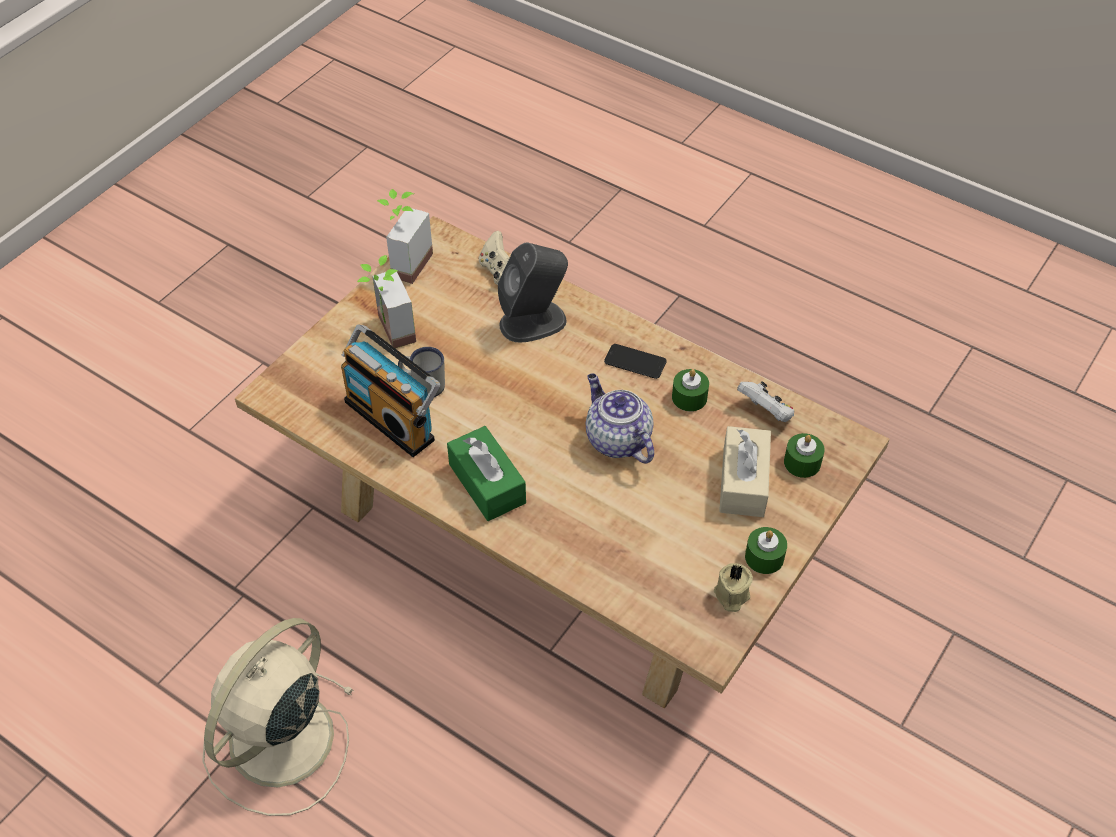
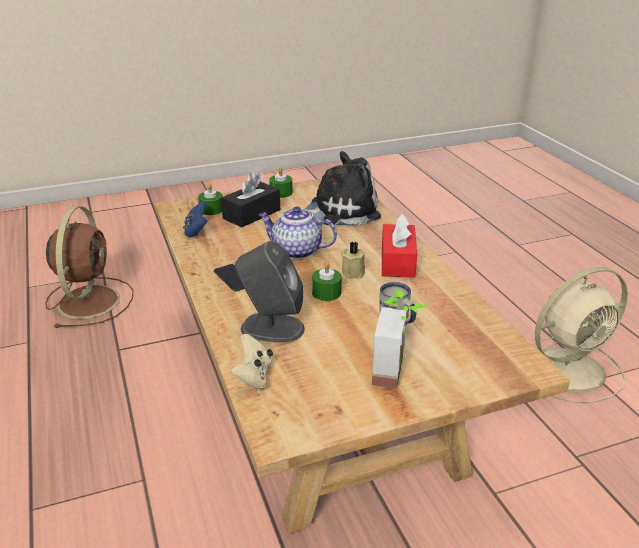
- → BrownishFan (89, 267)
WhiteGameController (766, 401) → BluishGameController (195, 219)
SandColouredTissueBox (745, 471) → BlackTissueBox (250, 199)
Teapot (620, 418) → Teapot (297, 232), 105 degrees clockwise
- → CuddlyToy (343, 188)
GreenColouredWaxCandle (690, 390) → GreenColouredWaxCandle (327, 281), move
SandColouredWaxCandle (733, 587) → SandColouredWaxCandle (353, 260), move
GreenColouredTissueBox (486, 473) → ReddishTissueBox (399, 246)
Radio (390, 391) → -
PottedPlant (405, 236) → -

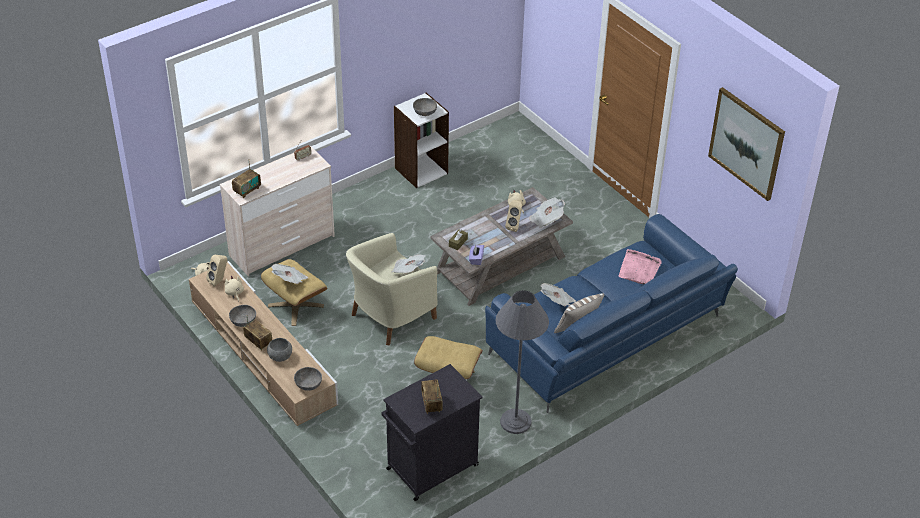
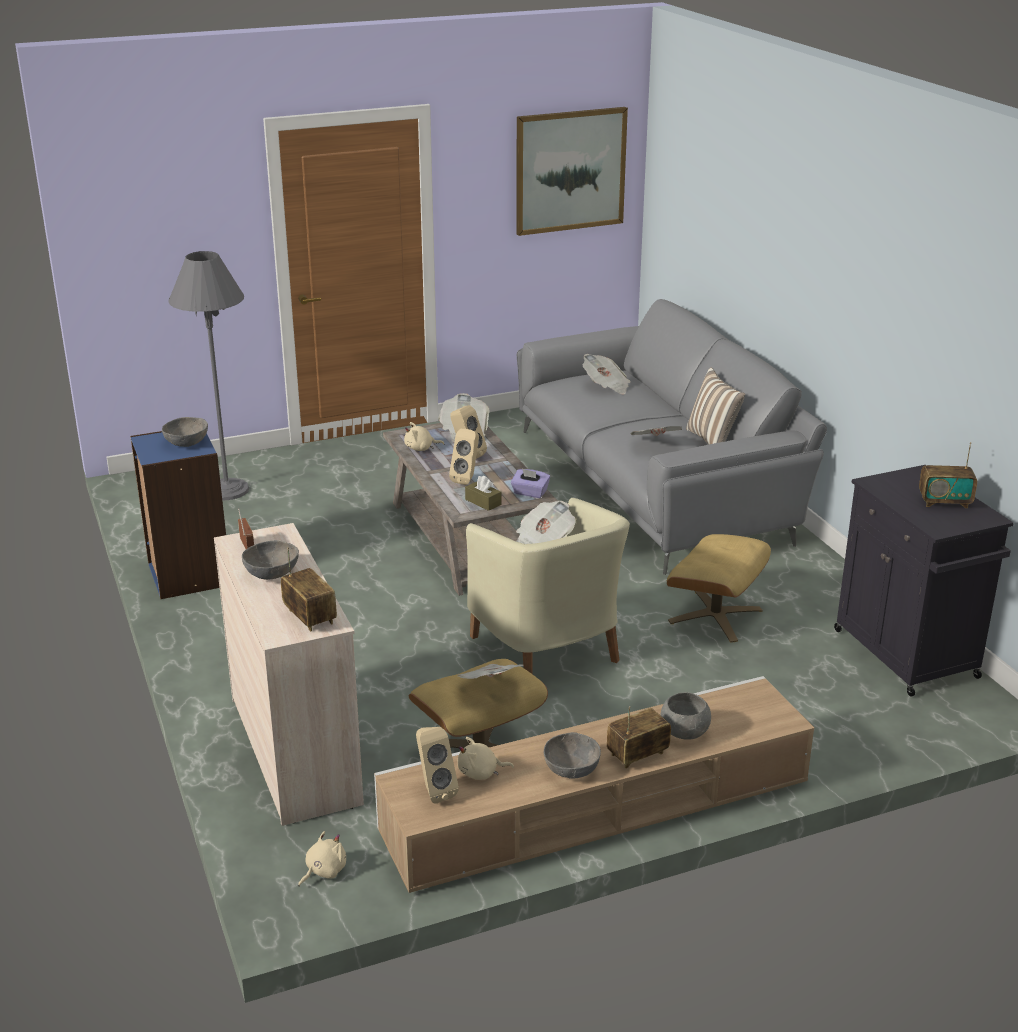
WhiteShelvingUnit (421, 140) → BluishShelvingUnit (178, 515)
GrayStandardLamp (522, 362) → GrayStandardLamp (208, 375), move
GrayBowl (308, 379) → GrayBowl (270, 560), move
- → SandColouredLoudspeaker (464, 457)
BluishCouch (611, 313) → GrayCouch (672, 437)
PinkCarryingTray (640, 267) → PrintedPaper (606, 374)

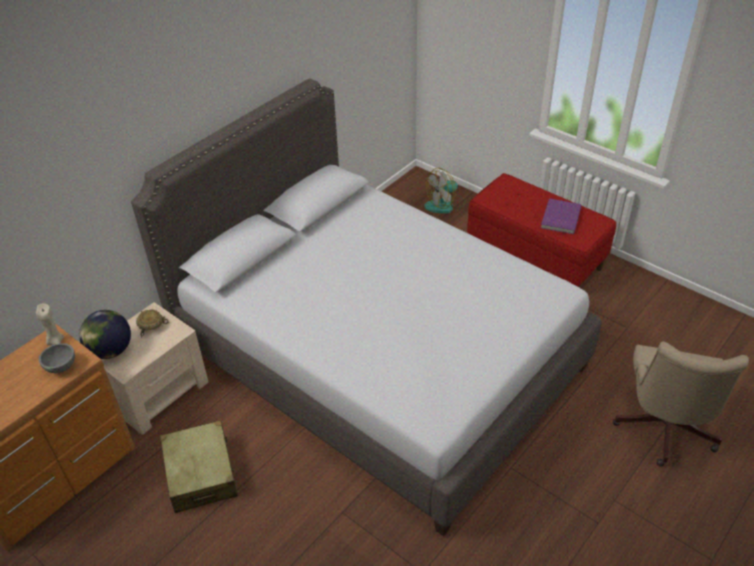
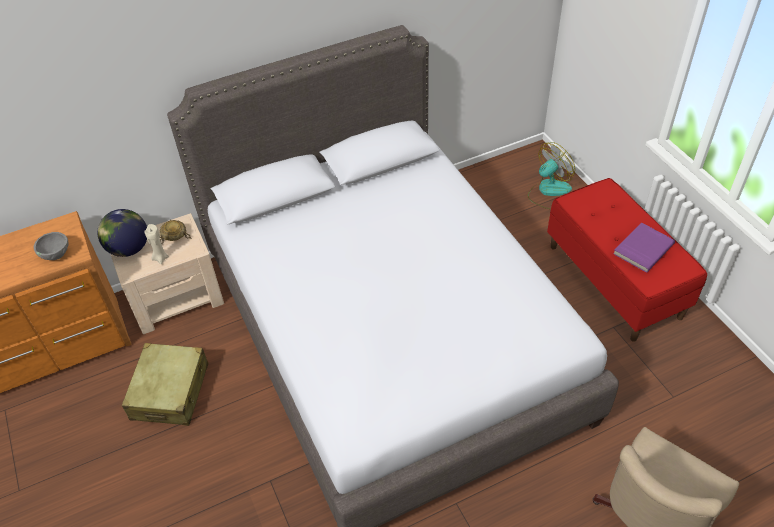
SandColouredWaxCandle (50, 324) → SandColouredWaxCandle (156, 244), move
Fan (444, 191) → Fan (551, 175), 150 degrees clockwise

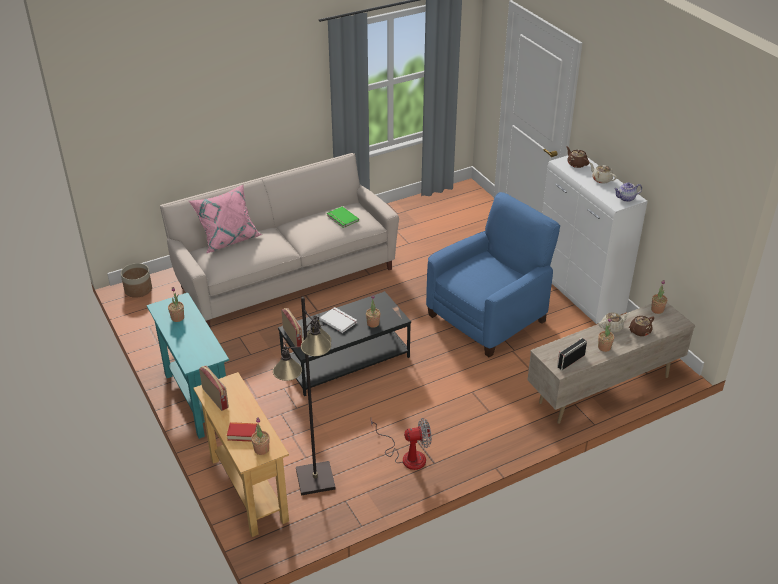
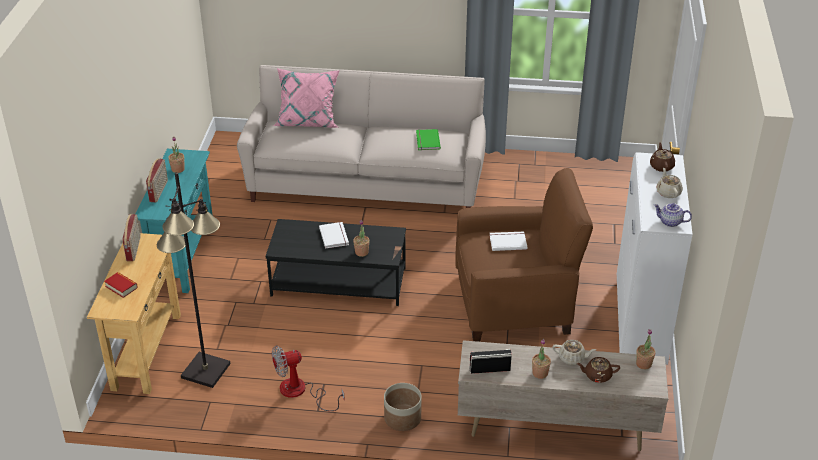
Radio (292, 327) → Radio (157, 180), move
Fan (401, 444) → Fan (308, 378), 135 degrees clockwise
PlantPot (136, 280) → PlantPot (403, 407), move
BluishLoungeChair (493, 275) → BrownishLoungeChair (524, 255)
- → WhiteBoundBook (508, 241)
PottedPlant (260, 436) → -

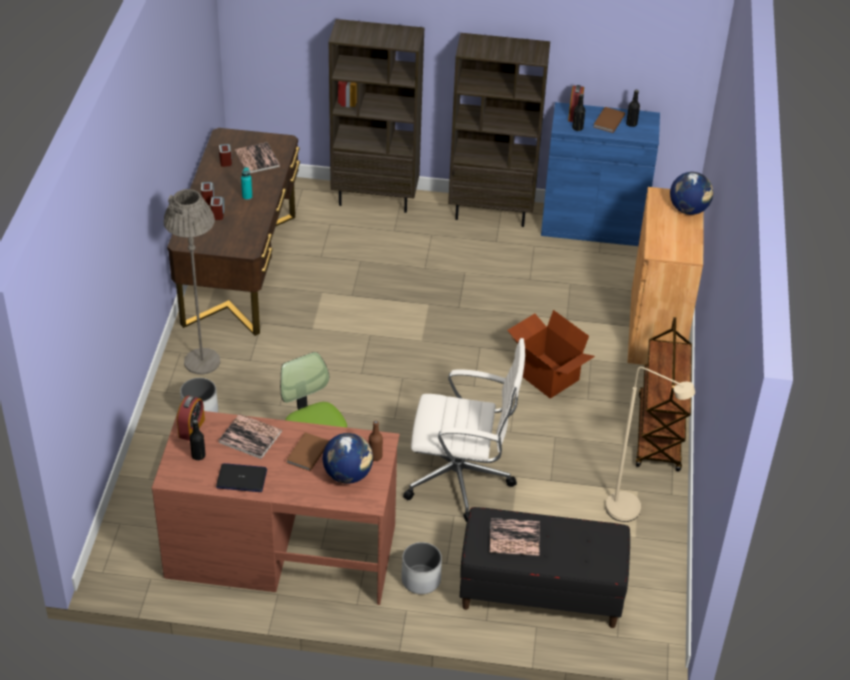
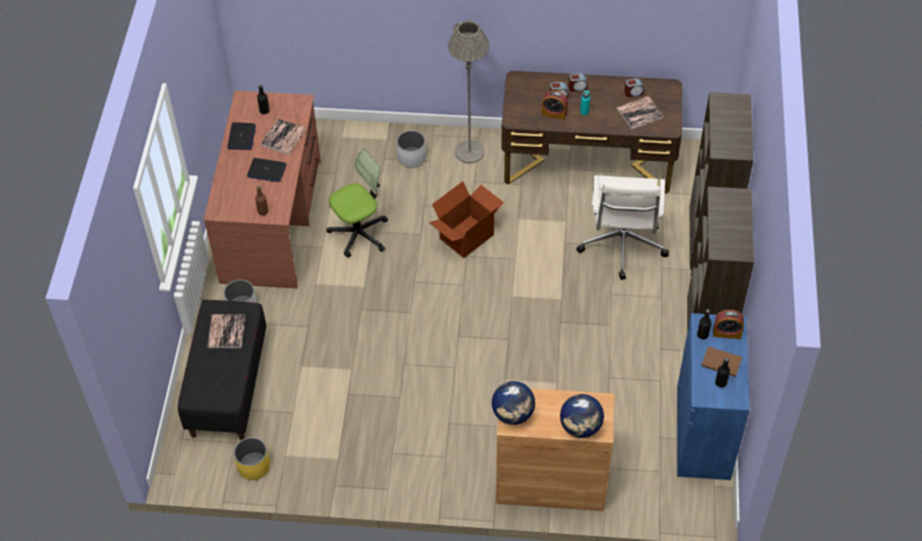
- → YellowColouredPlantPot (252, 458)
BrownishBoundBook (307, 451) → PortableComputer (266, 170)
CardboardBox (551, 354) → CardboardBox (466, 219), move
Globe (348, 458) → Globe (513, 403), move
AlarmClock (191, 418) → AlarmClock (555, 105), move
WhiteComputerChair (464, 430) → WhiteComputerChair (622, 227), move
SandColouredStandardLamp (650, 444) → -
BrownishWheeledCart (663, 394) → -

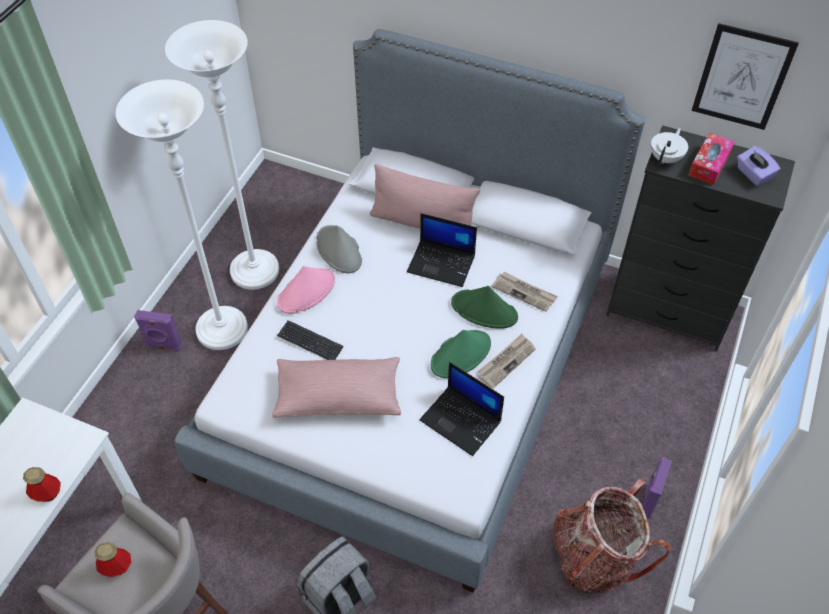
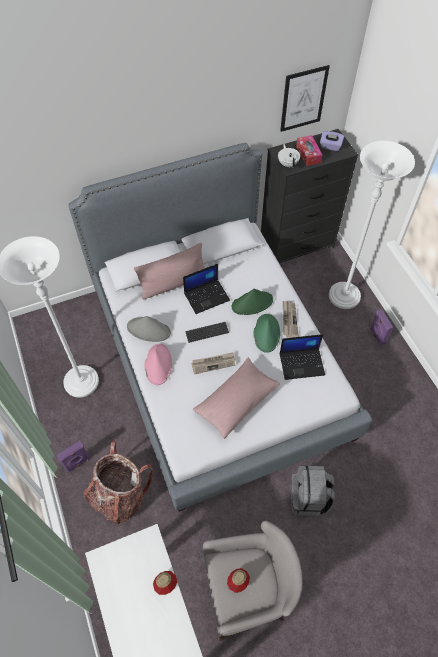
Backpack (612, 536) → Backpack (118, 482), move
Keyboard (310, 340) → Keyboard (207, 332), move
PrintedPaper (524, 292) → PrintedPaper (213, 363), move
WhiteStandardLamp (181, 214) → WhiteStandardLamp (372, 225), move

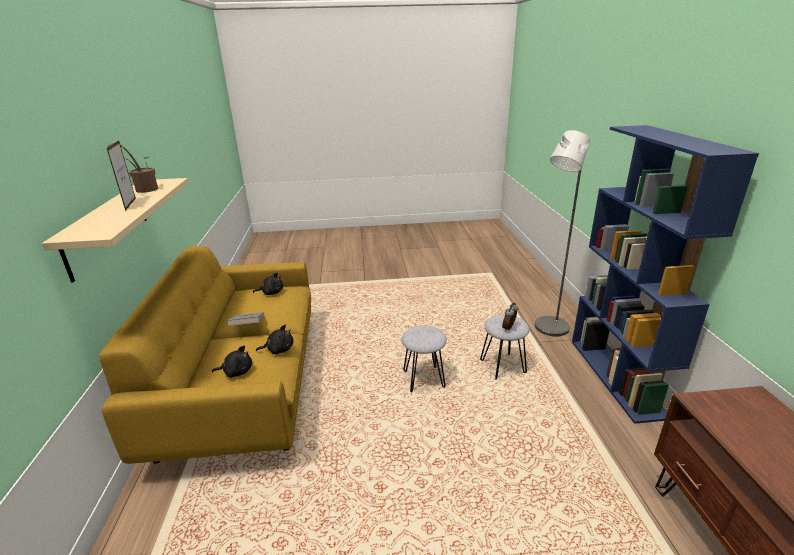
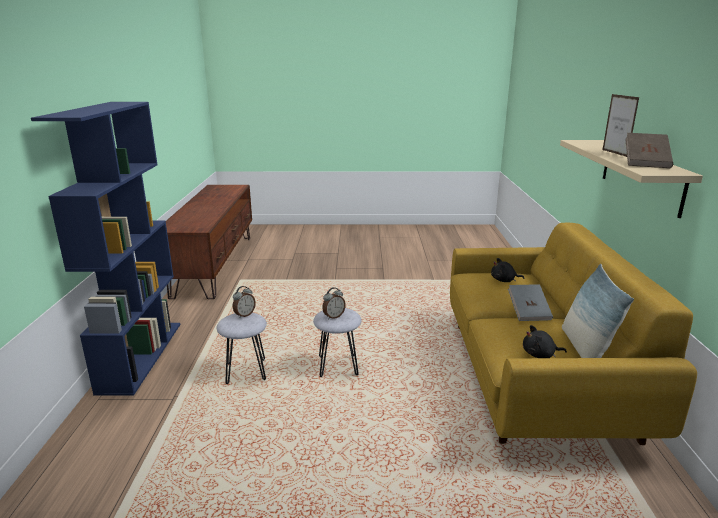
- → AlarmClock (334, 303)
- → Cushion (598, 311)
PottedPlant (133, 168) → BrownishBoundBook (649, 150)
BlackCuddlyToy (275, 339) → -
GrayStandardLamp (562, 233) → -

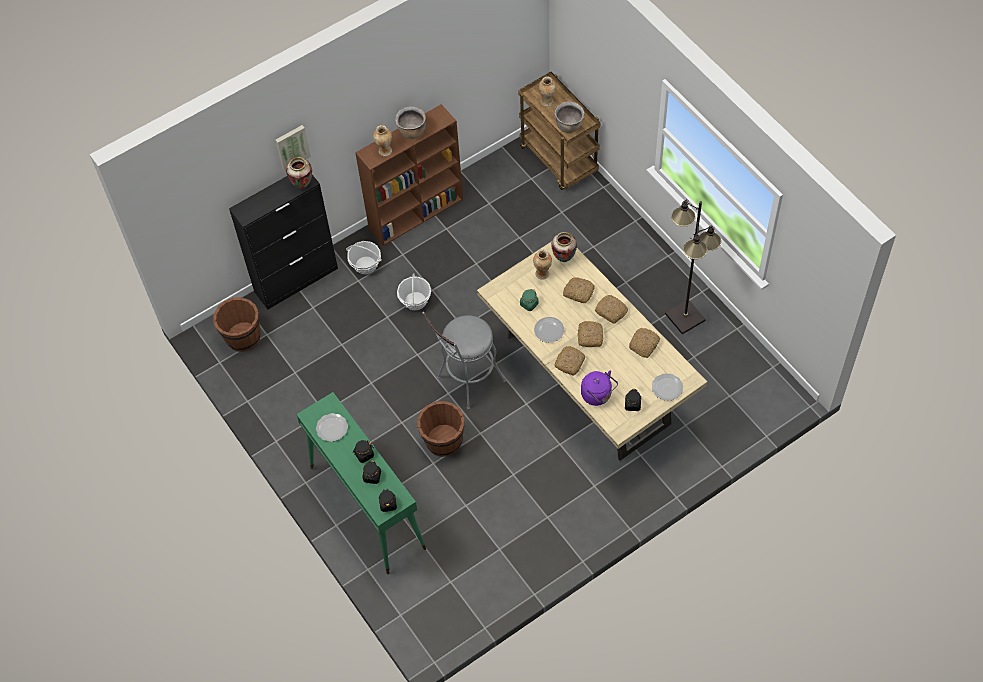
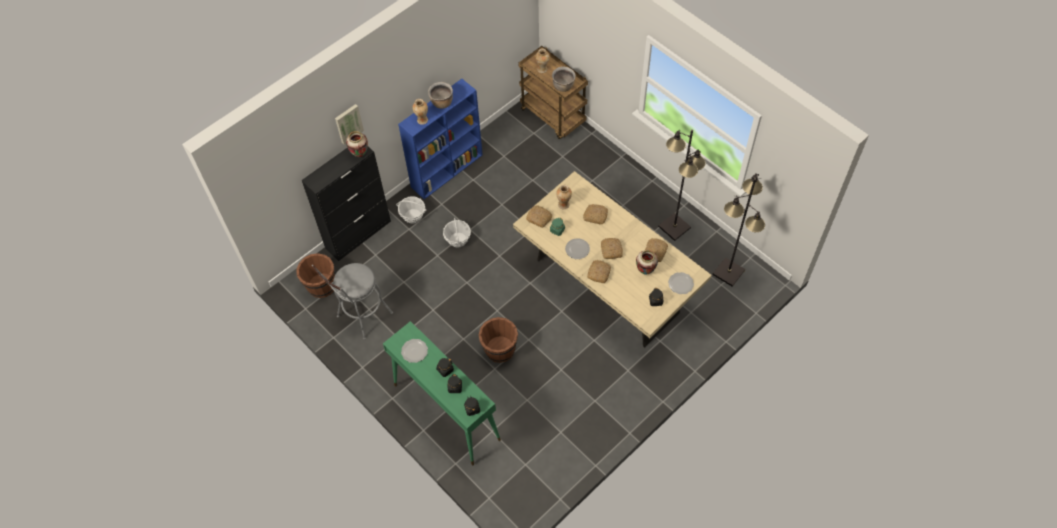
GraySittingStool (464, 360) → GraySittingStool (352, 301), move
BrownishShelvingUnit (409, 175) → BluishShelvingUnit (440, 139)
BakedBread (611, 309) → BakedBread (539, 216), move
DecorativeVase (564, 247) → DecorativeVase (647, 262), move
- → BlackStandardLamp (738, 230)
PurpleTeaKettle (599, 388) → -

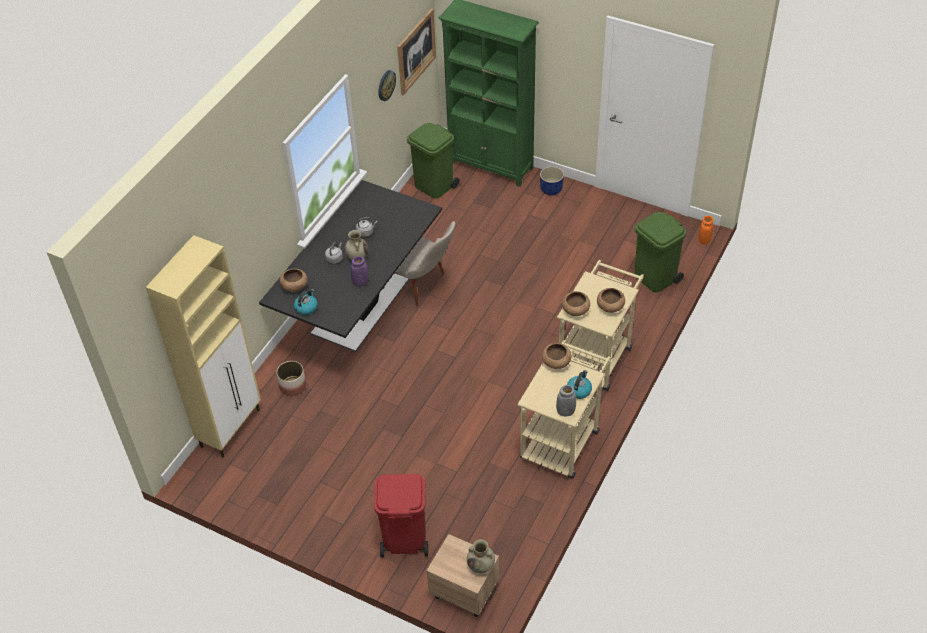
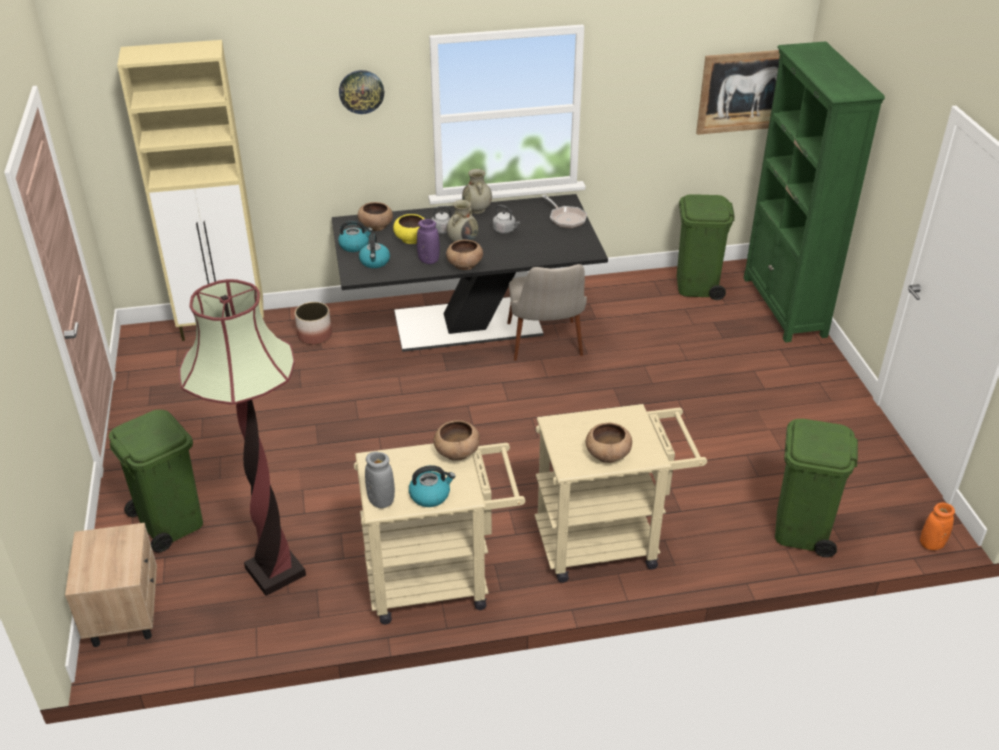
ReddishWasteBin (401, 515) → GreenColouredWasteBin (156, 481)
- → StandardLamp (242, 437)
HangingClock (387, 85) → HangingClock (361, 92), move
- → TeaKettle (374, 251)
- → YellowColouredBowl (409, 229)
BrownishBowl (576, 303) → BrownishBowl (464, 255), move
SandColouredDecorativeVase (481, 556) → SandColouredDecorativeVase (477, 191), move
- → Pan (564, 211)
BluishPlantPot (552, 180) → -

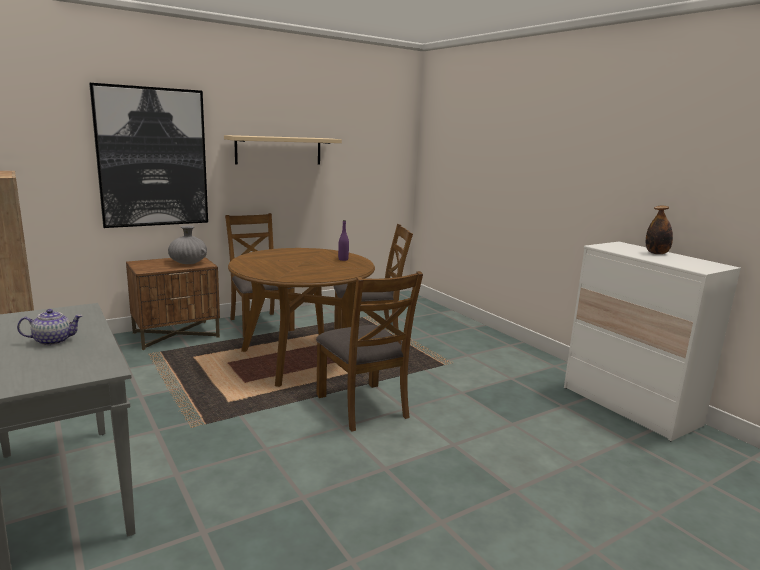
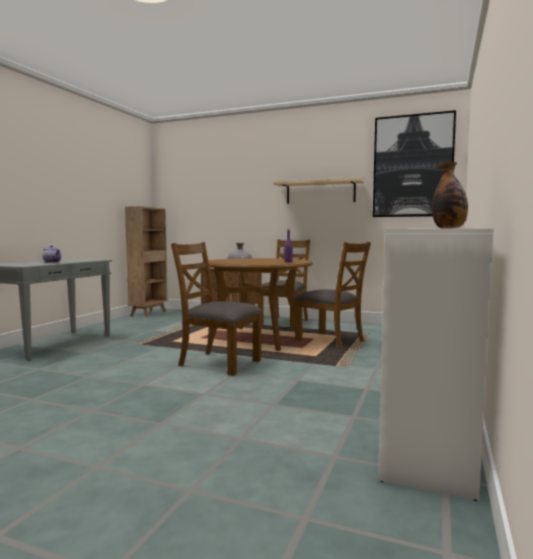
BrownishChair (369, 351) → BrownishChair (216, 309), 90 degrees clockwise
WallArt (148, 155) → WallArt (414, 163), move

